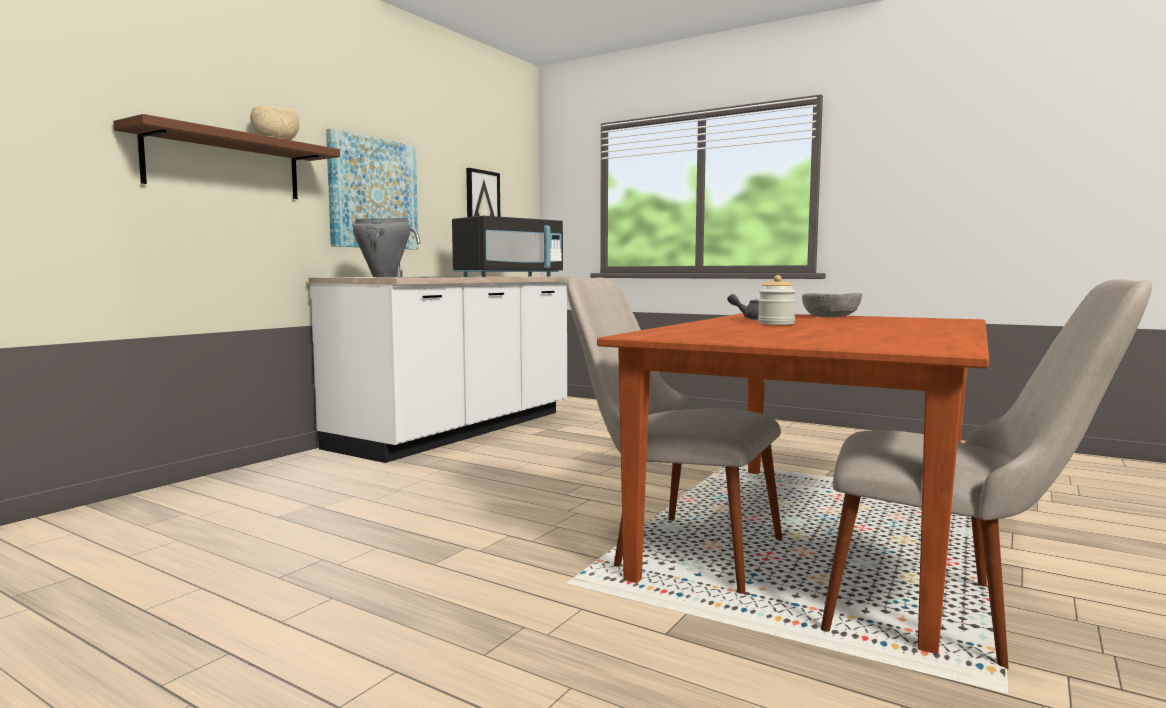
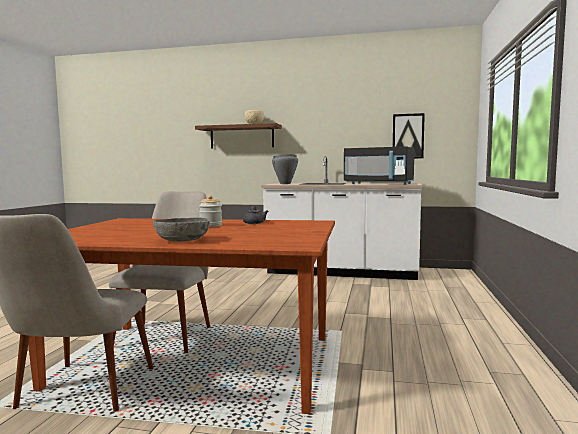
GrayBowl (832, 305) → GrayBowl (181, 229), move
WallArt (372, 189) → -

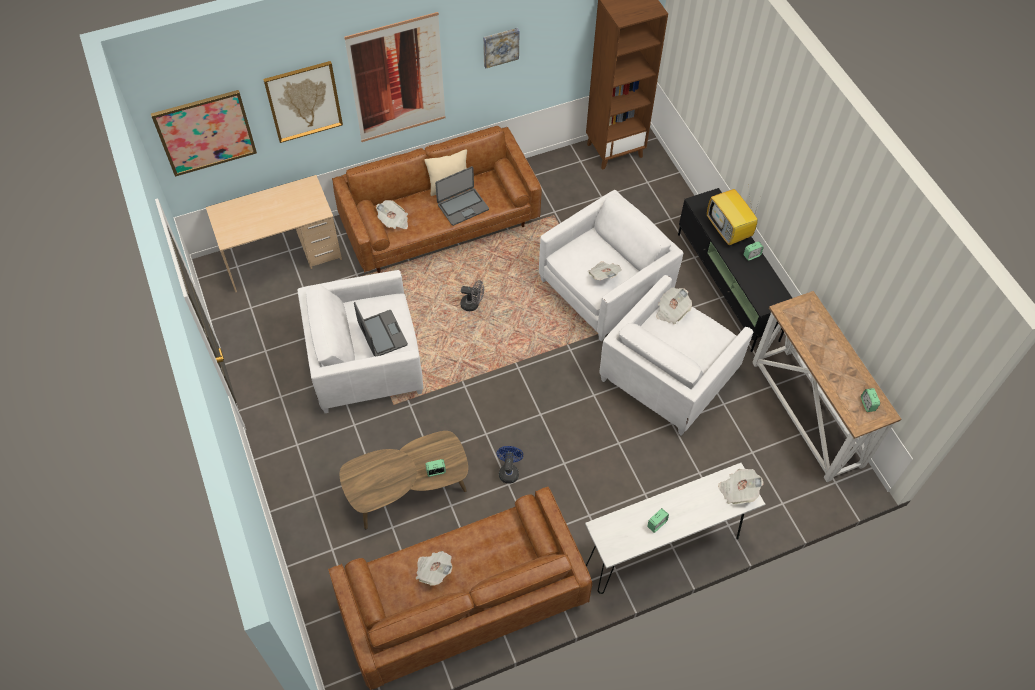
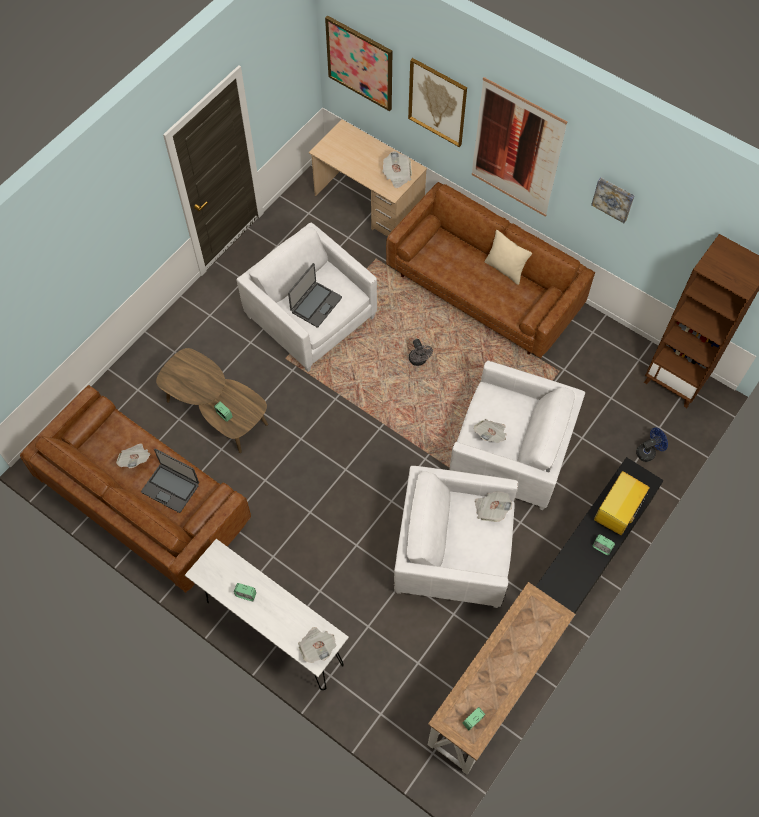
PortableComputer (462, 196) → PortableComputer (170, 481), move
PrintedPaper (392, 214) → PrintedPaper (397, 169), move
BluishFan (510, 464) → BluishFan (652, 445), move

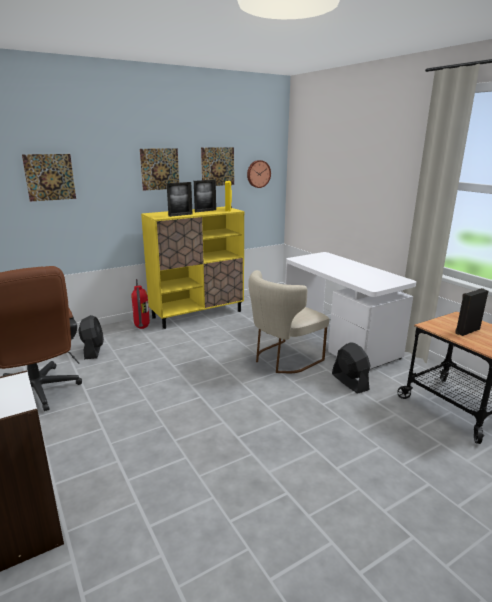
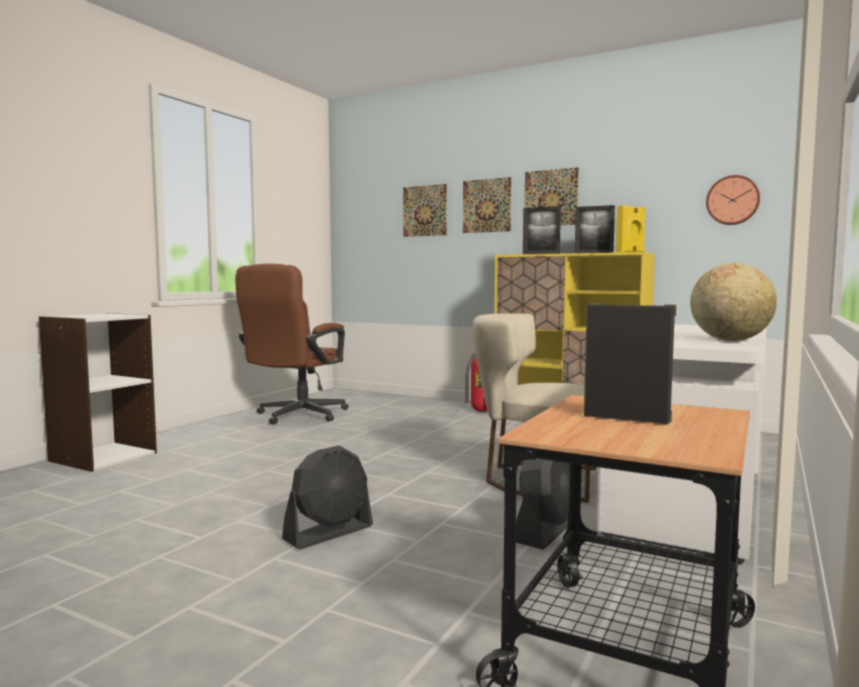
BlackFan (91, 337) → BlackFan (327, 497), move
WallArt (217, 166) → WallArt (487, 205), move
- → Globe (733, 302)

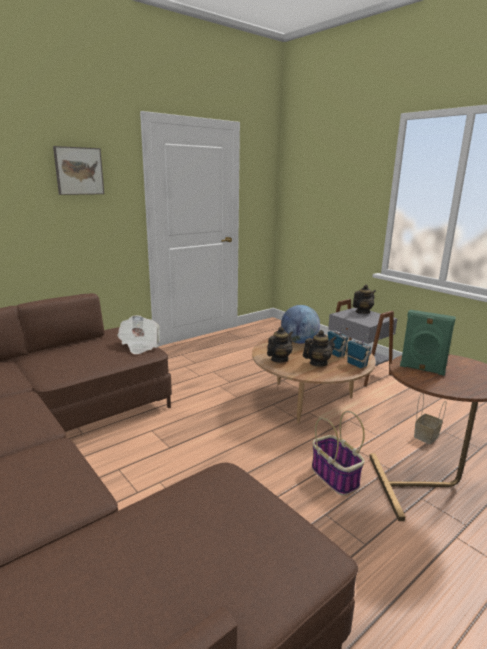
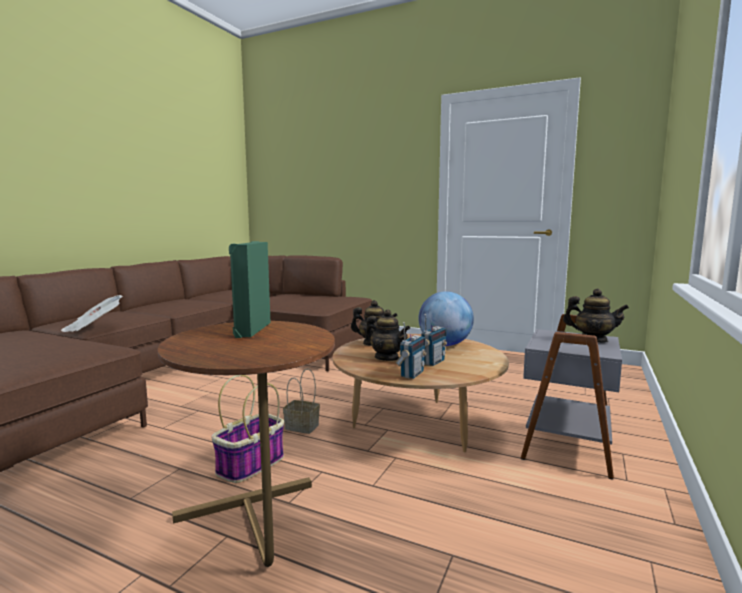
PrintedPaper (138, 334) → PrintedPaper (92, 313), move
HouseholdBasket (430, 418) → HouseholdBasket (301, 401), move
WallArt (78, 170) → -

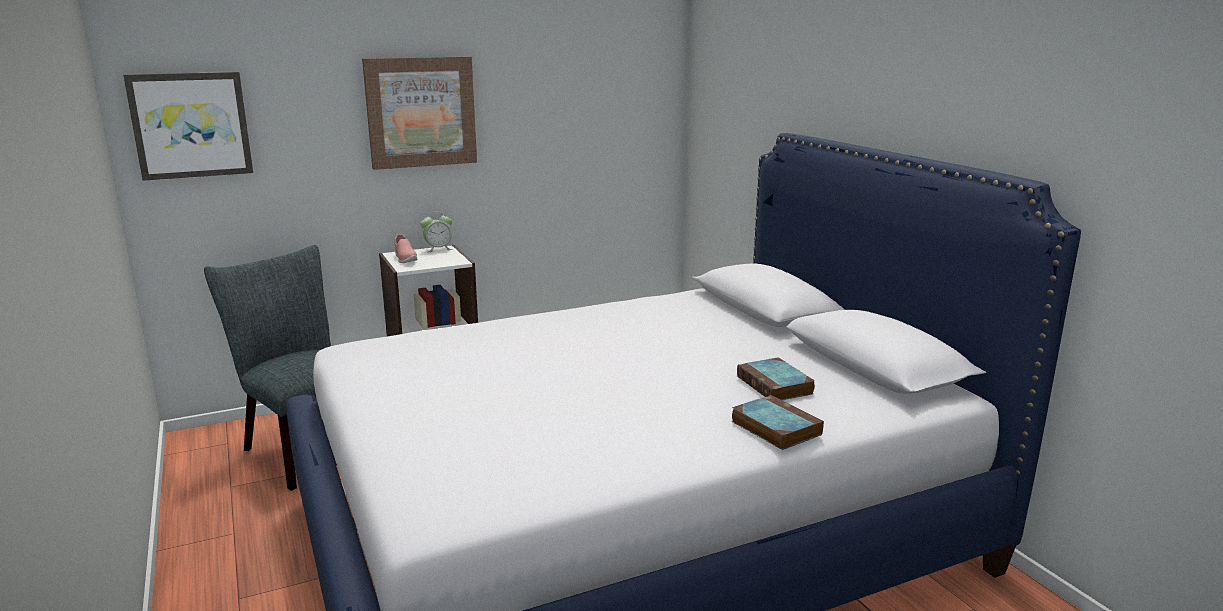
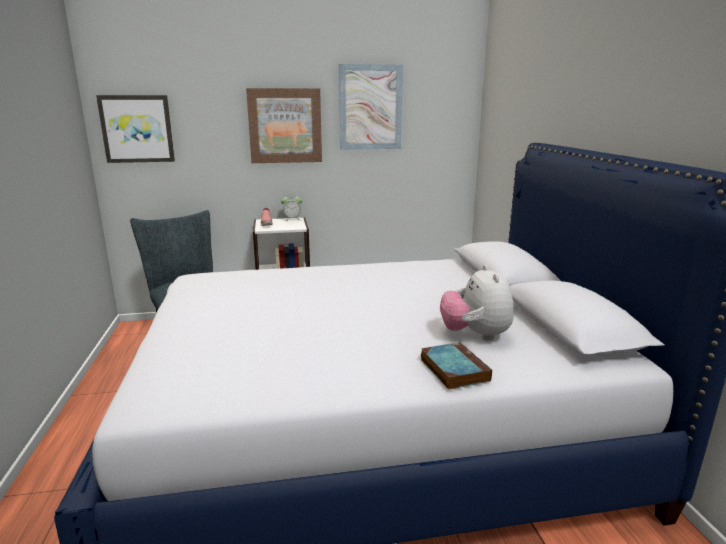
- → WallArt (371, 107)
BoundBook (776, 378) → CuddlyToy (477, 303)

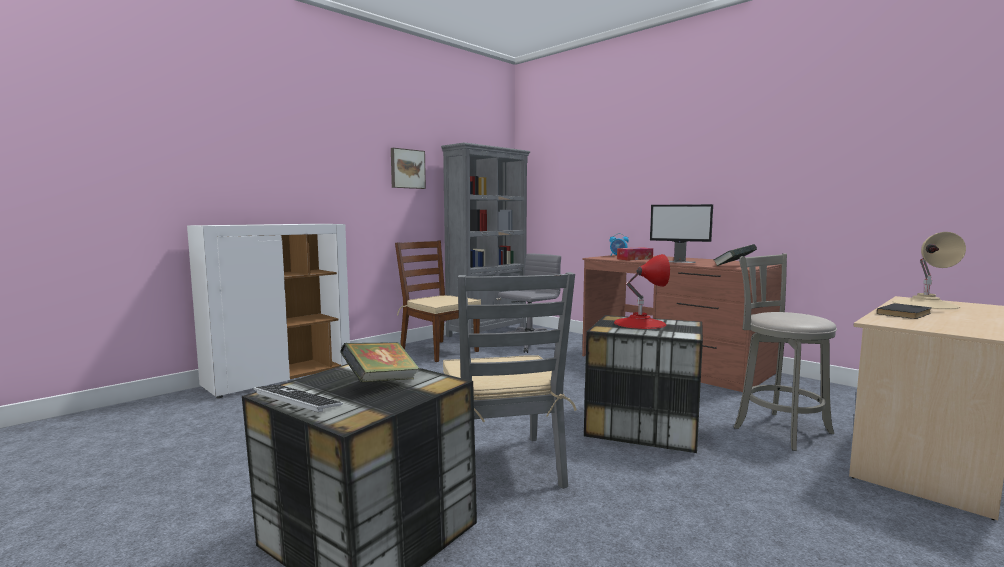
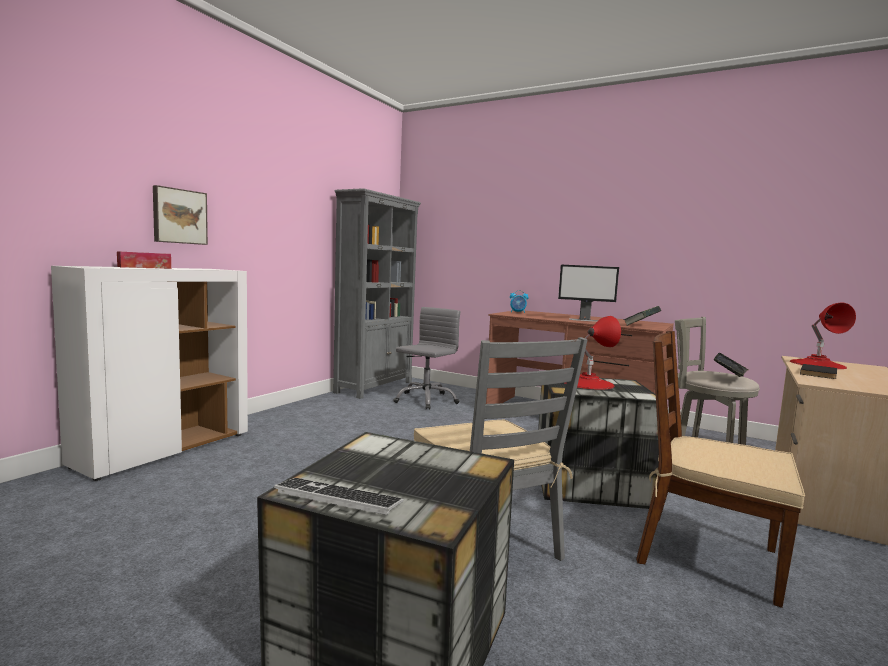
TissueBox (635, 253) → TissueBox (144, 260), move
WallArt (408, 168) → WallArt (180, 215), move
BrownishChair (438, 301) → BrownishChair (720, 469), move
BoundBook (380, 362) → BoundBook (731, 365), move
SandColouredLampForATable (929, 271) → ReddishLampForATable (823, 335)

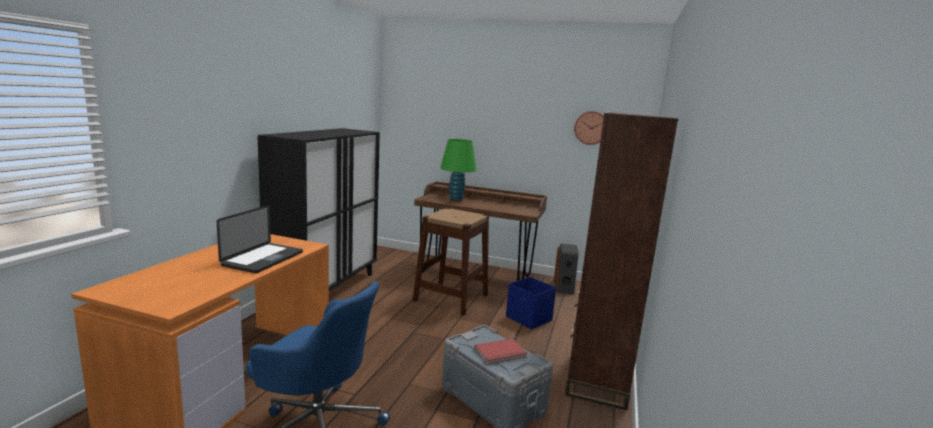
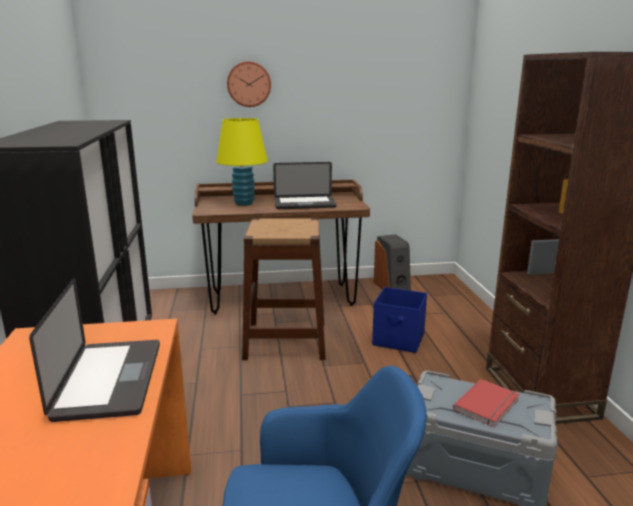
GreenColouredLampForATable (458, 169) → YellowColouredLampForATable (242, 162)
HangingClock (589, 128) → HangingClock (249, 84), move
- → PortableComputer (305, 185)

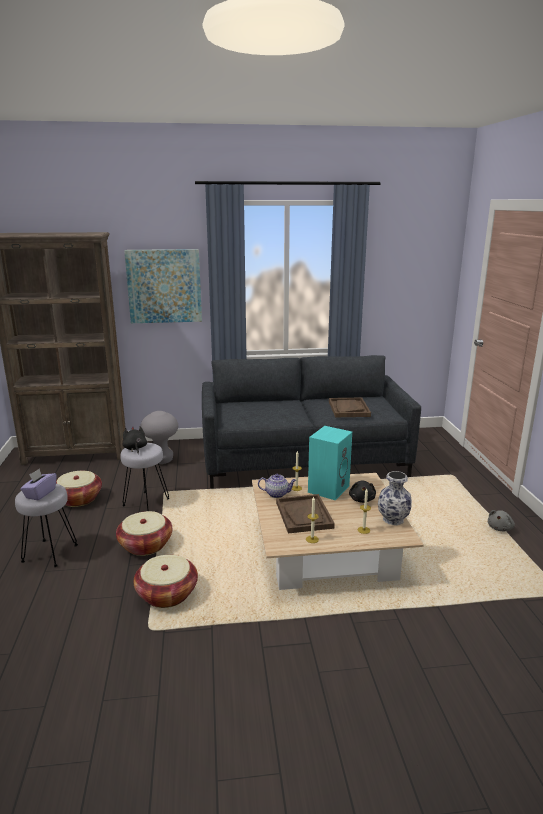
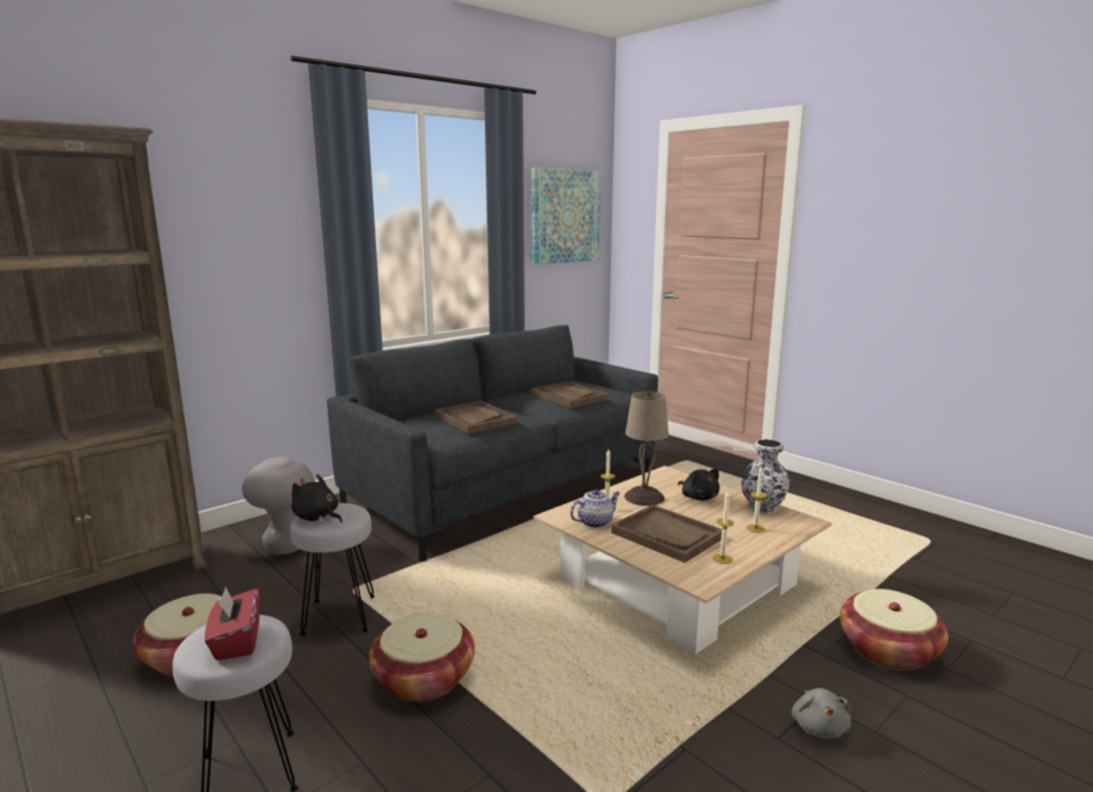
PurpleTissueBox (38, 484) → ReddishTissueBox (232, 623)
- → BrownishCarryingTray (475, 417)
WallArt (163, 286) → WallArt (566, 216), move
BlueGreenLoudspeaker (330, 463) → SandColouredLampForATable (646, 448)
GrayCuddlyToy (501, 520) → GrayCuddlyToy (821, 713), move
HouseholdBasket (166, 581) → HouseholdBasket (894, 629), move

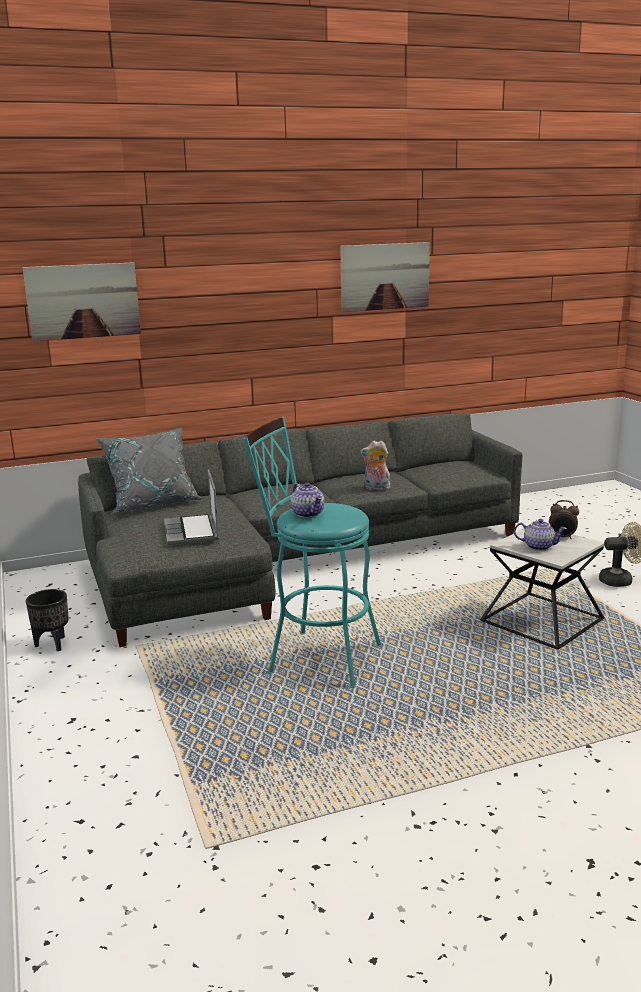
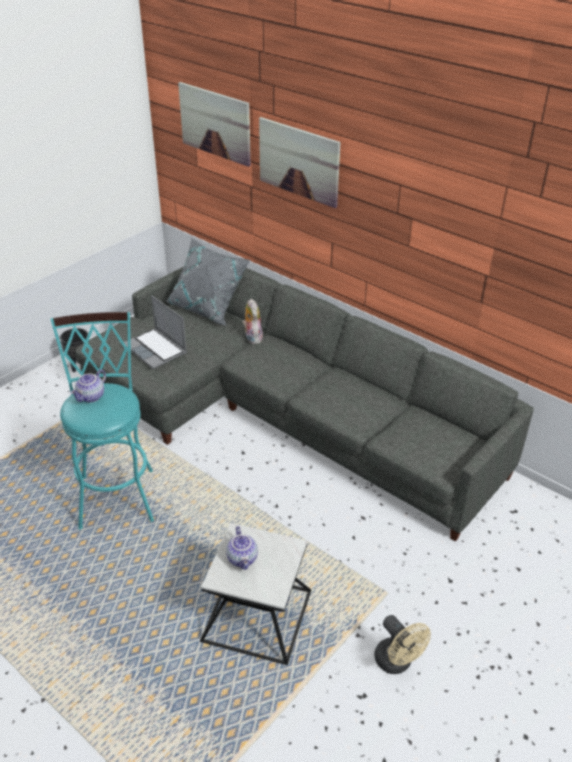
PortableComputer (191, 507) → PortableComputer (155, 332), 90 degrees counterclockwise
CuddlyToy (375, 465) → CuddlyToy (252, 321), move
WallArt (385, 277) → WallArt (300, 162), move
AlarmClock (564, 519) → -

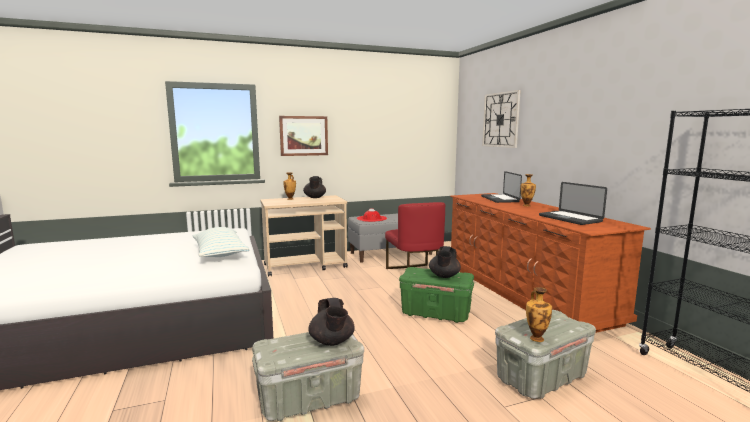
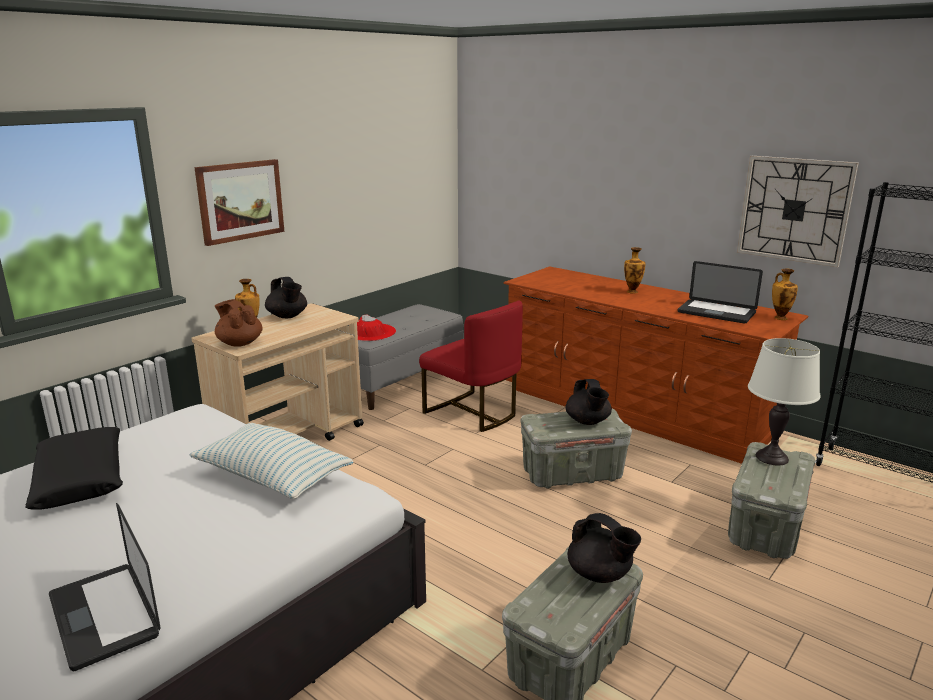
- → BlackCushion (74, 468)
PortableComputer (501, 187) → PortableComputer (104, 587), move
- → BrownishTeapot (238, 323)
GreenColouredStorageBin (436, 295) → GrayStorageBin (576, 449)
HangingClock (501, 119) → HangingClock (798, 211), move
- → WhiteLampForATable (784, 401)
DecorativeVase (539, 314) → DecorativeVase (785, 294), move

